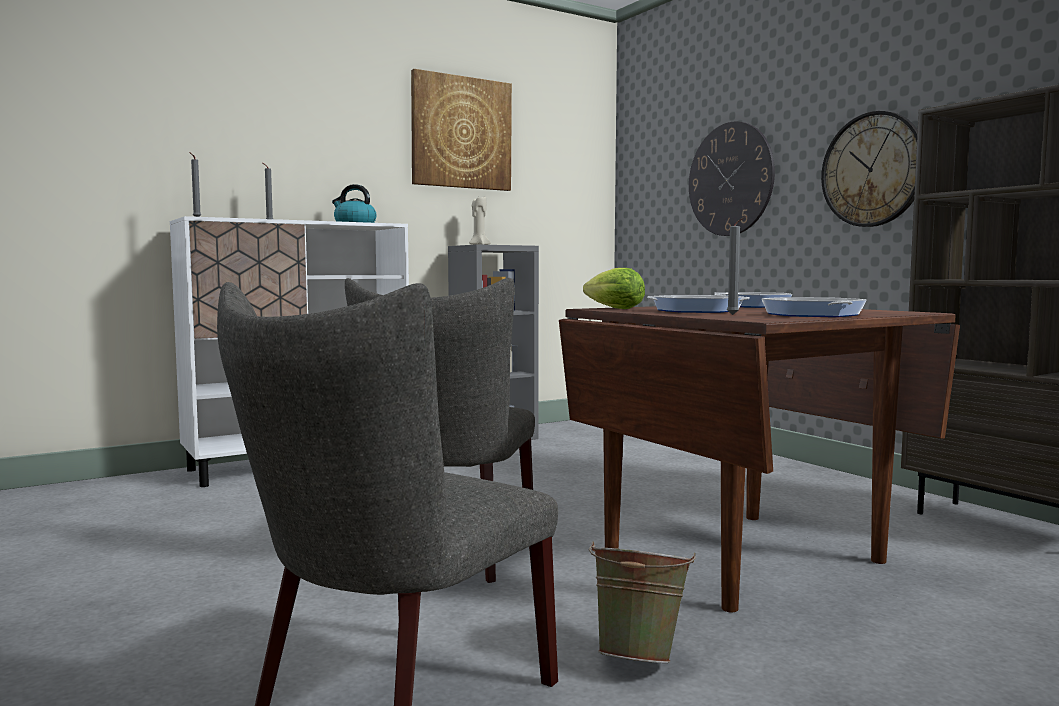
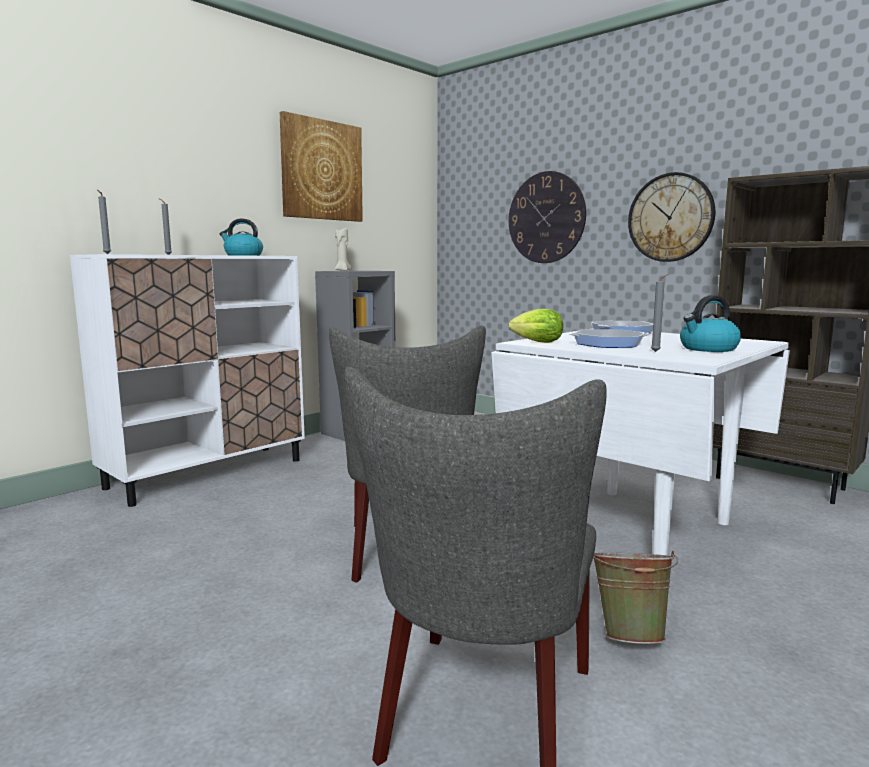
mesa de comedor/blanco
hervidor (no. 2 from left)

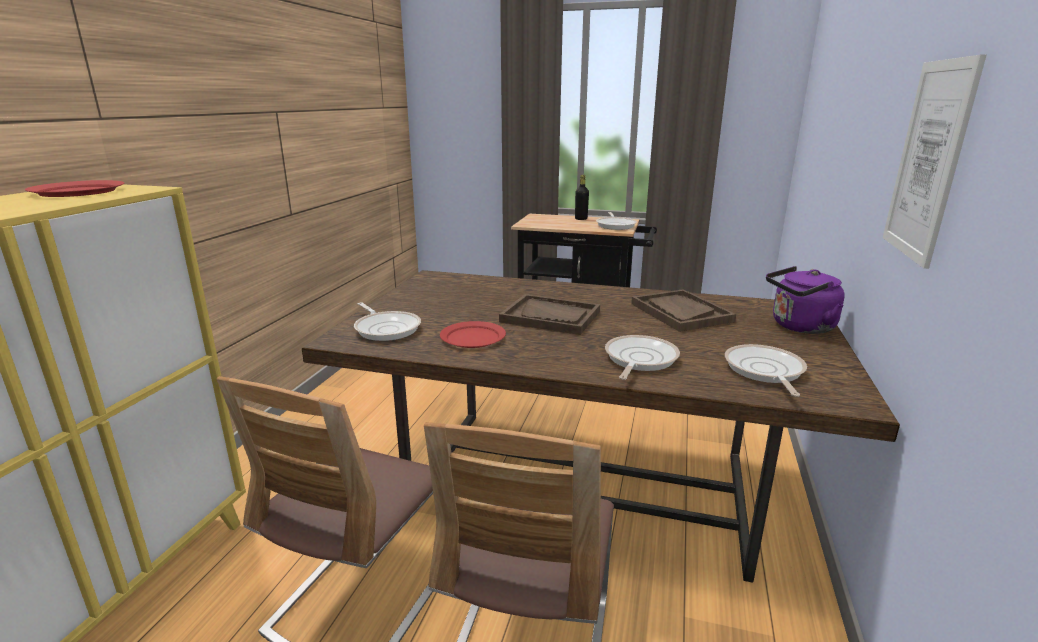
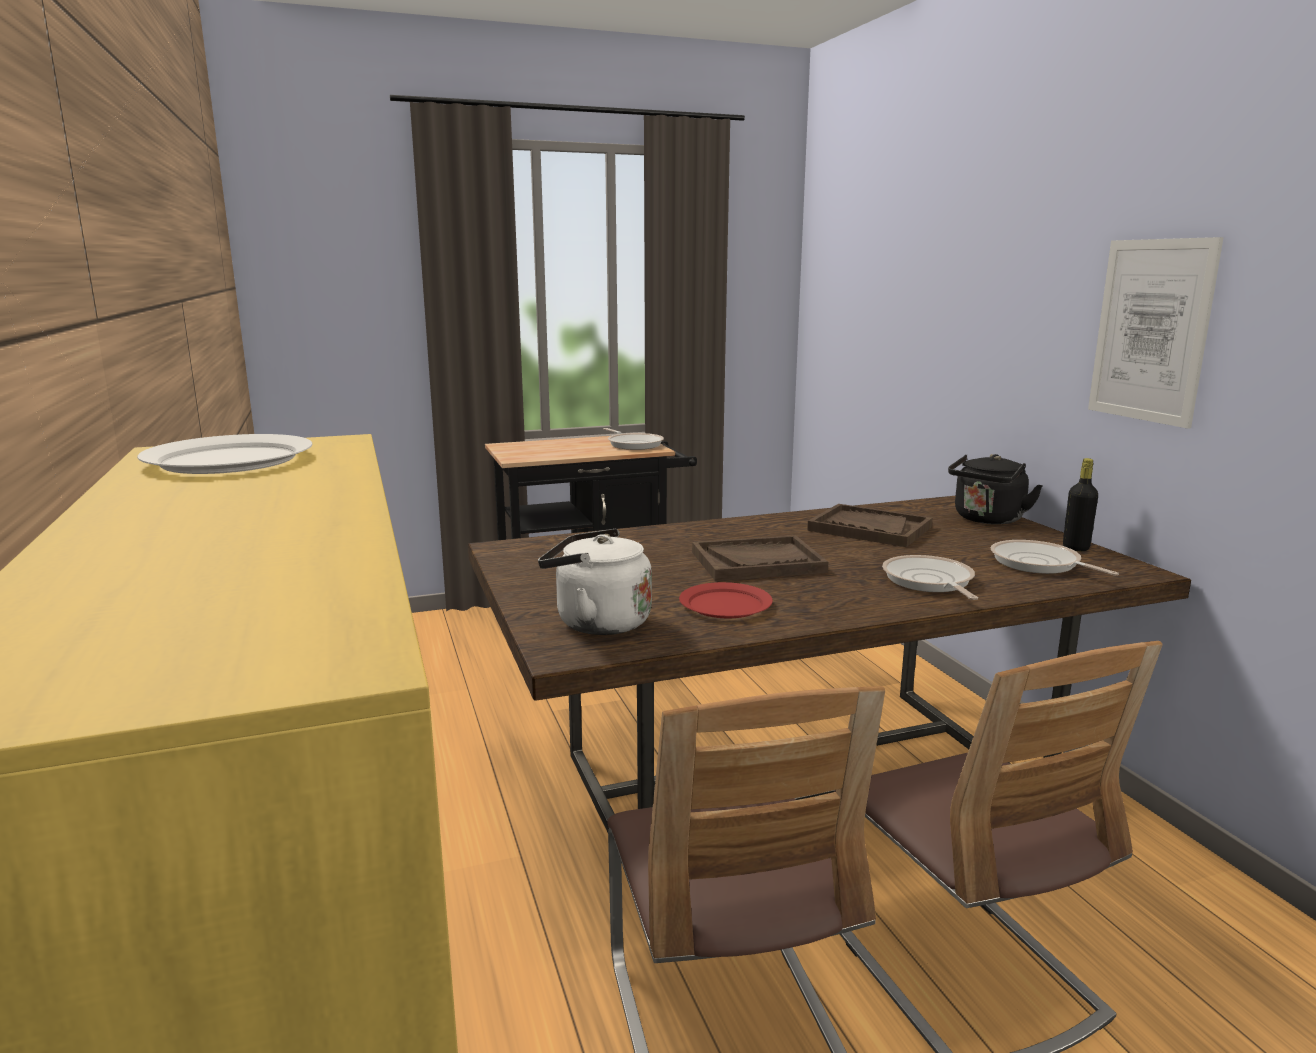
plato/blanco
hervidor/blanco
hervidor/negro
botella/negro

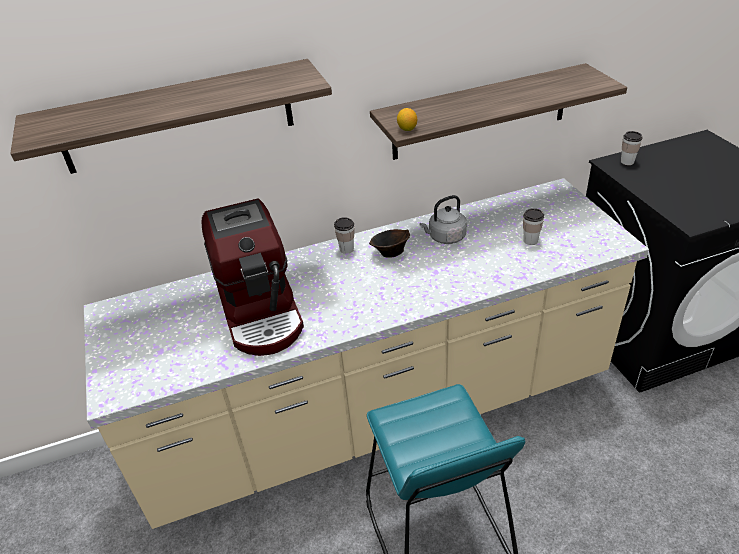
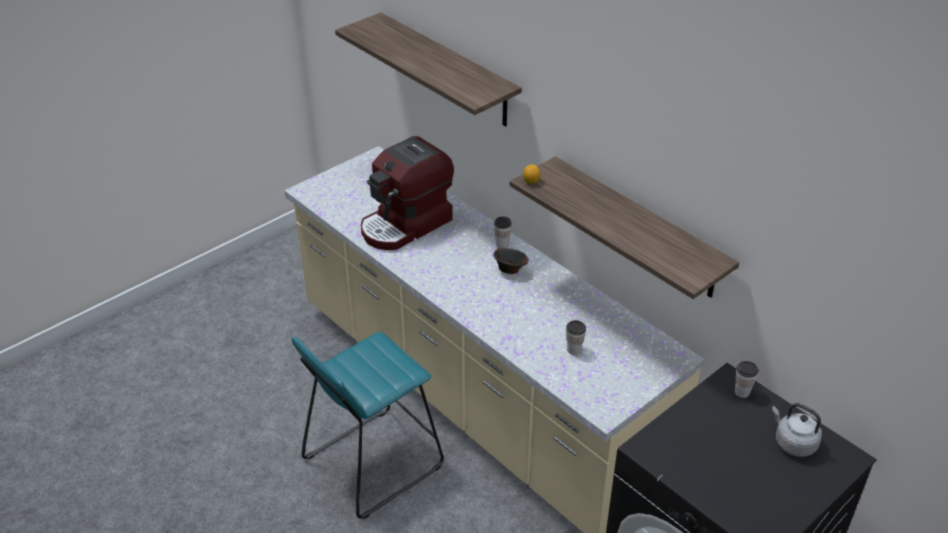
hervidor/gris

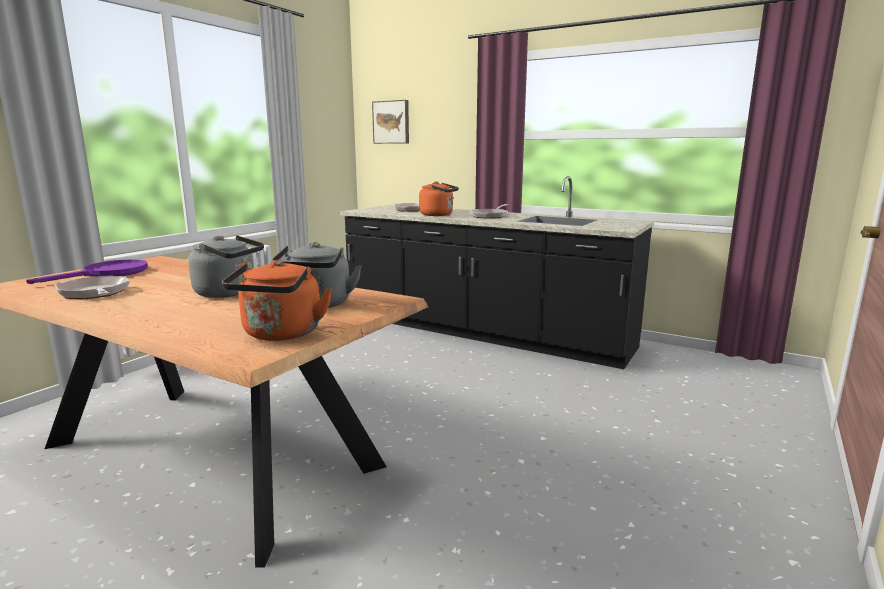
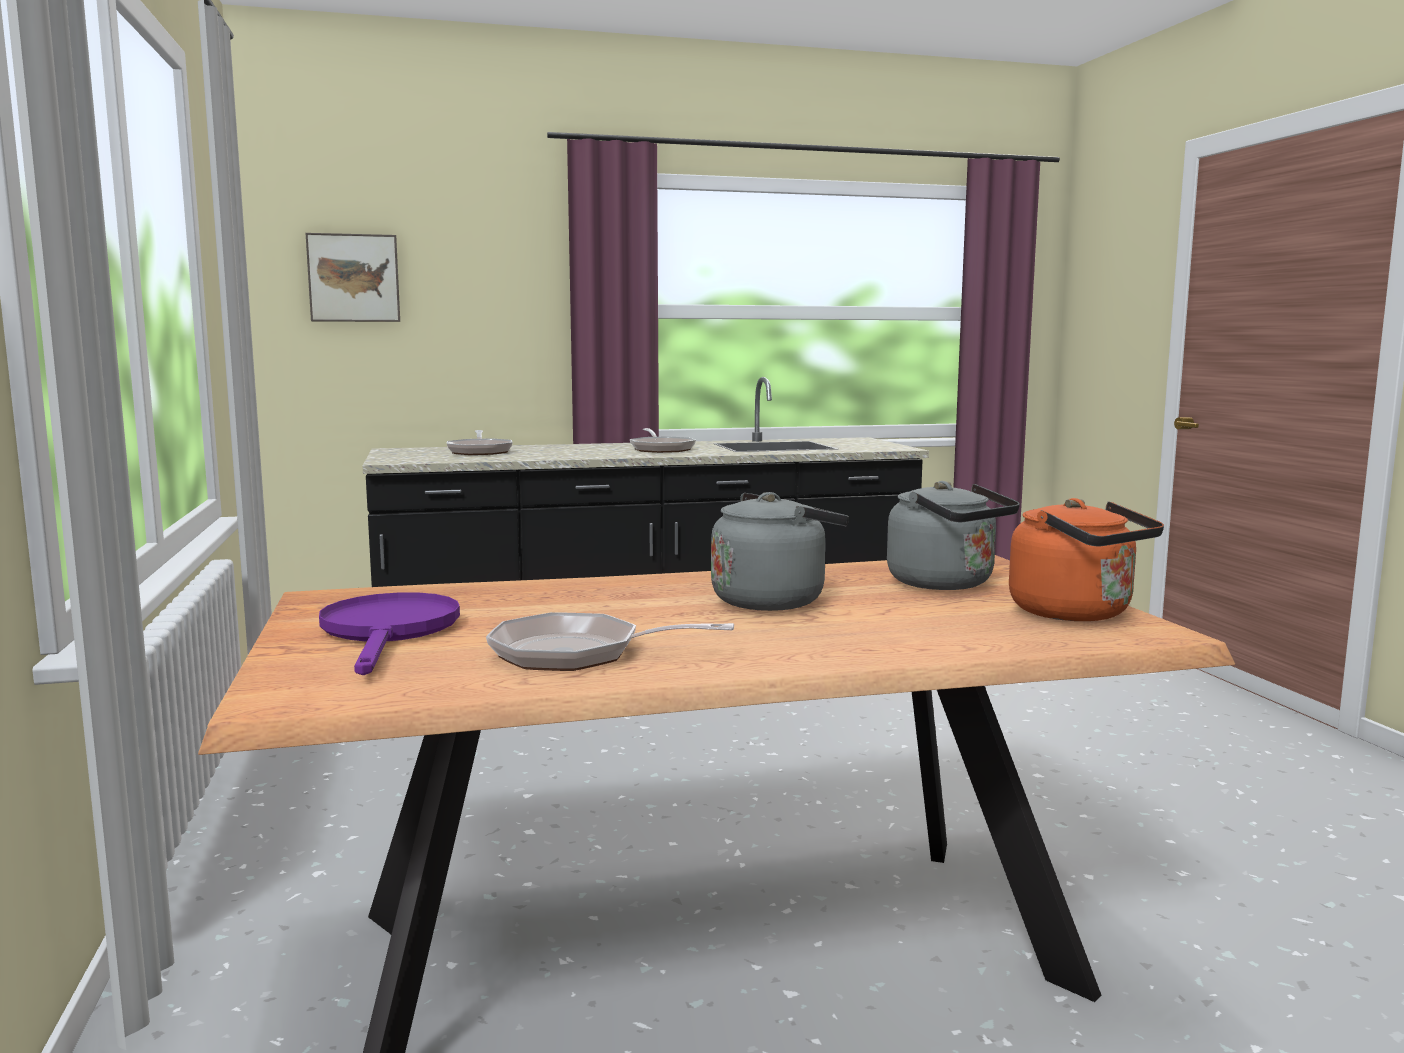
hervidor/naranja (no. 2 from left in the first image)

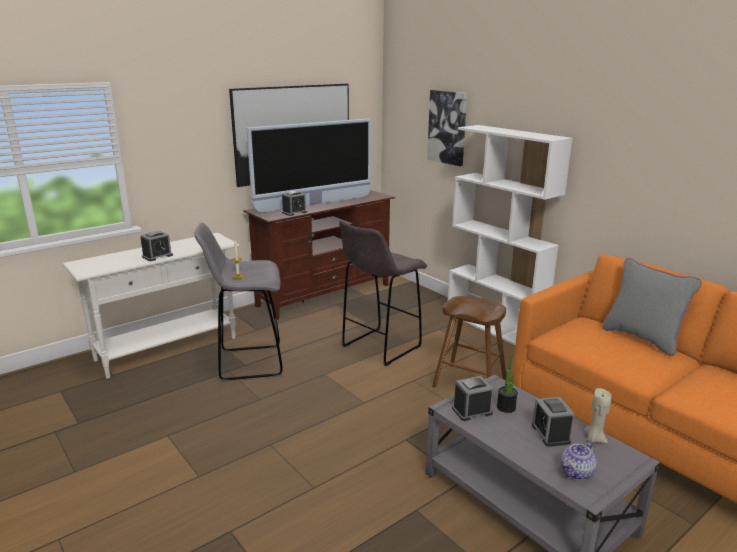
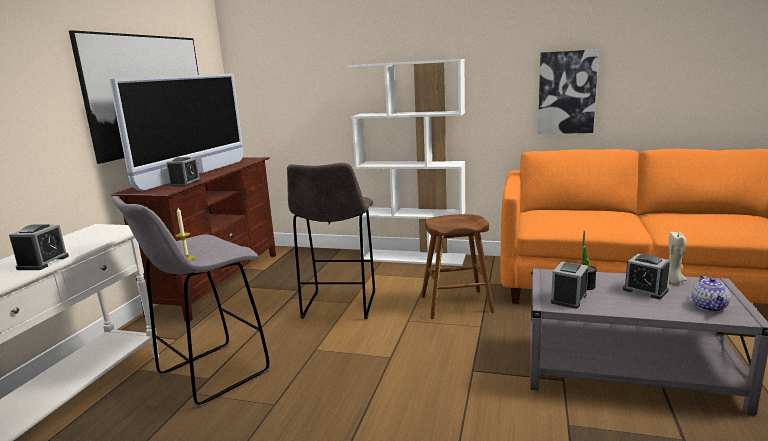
cuadro (no. 2 from left)
cojín/gris

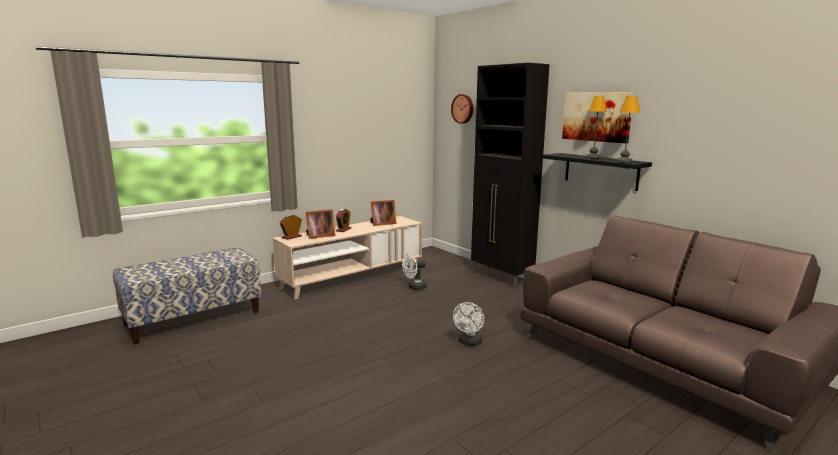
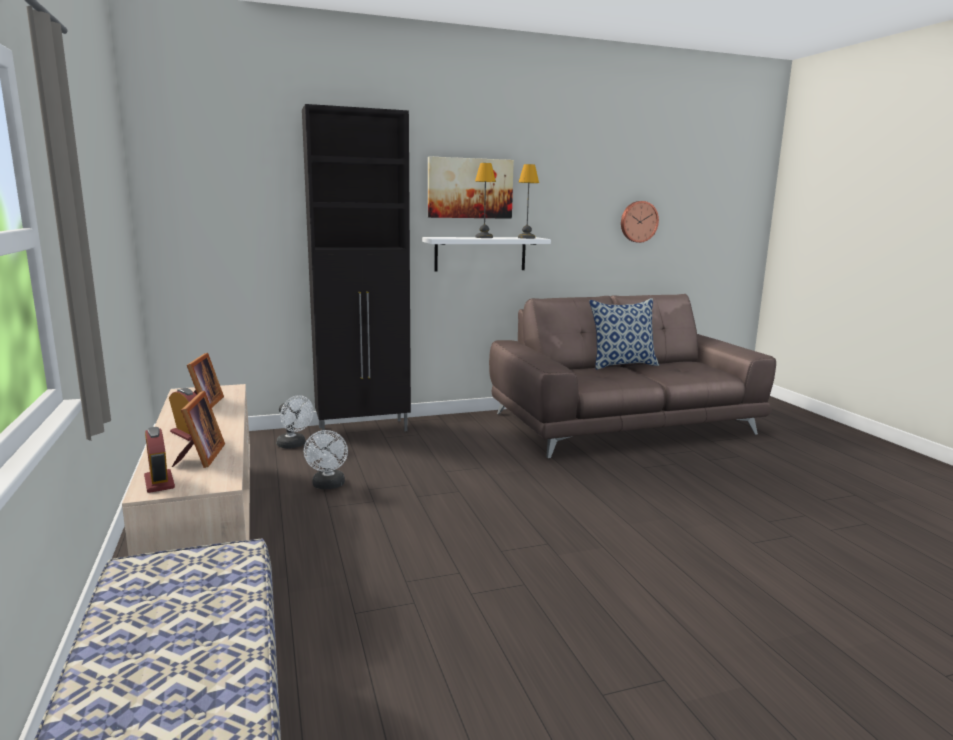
ventilador/blanco (no. 1 from left)
estante/blanco
cojín
reloj de pared

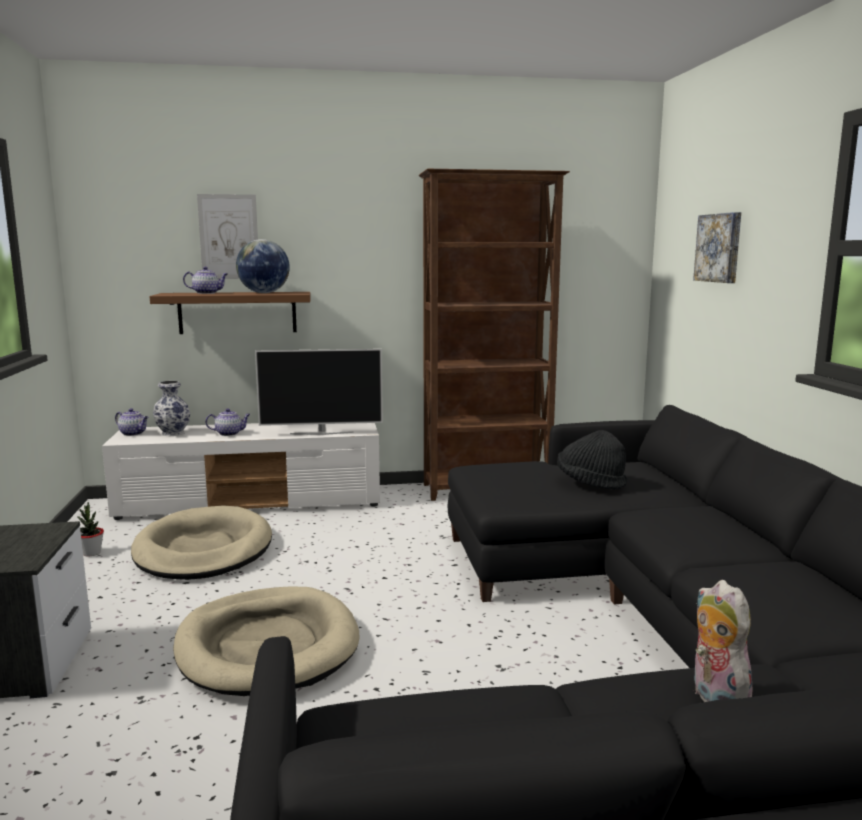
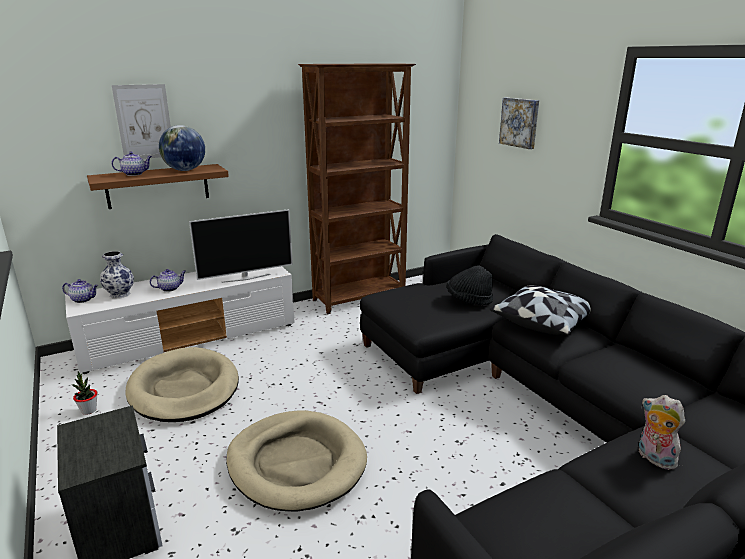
cojín

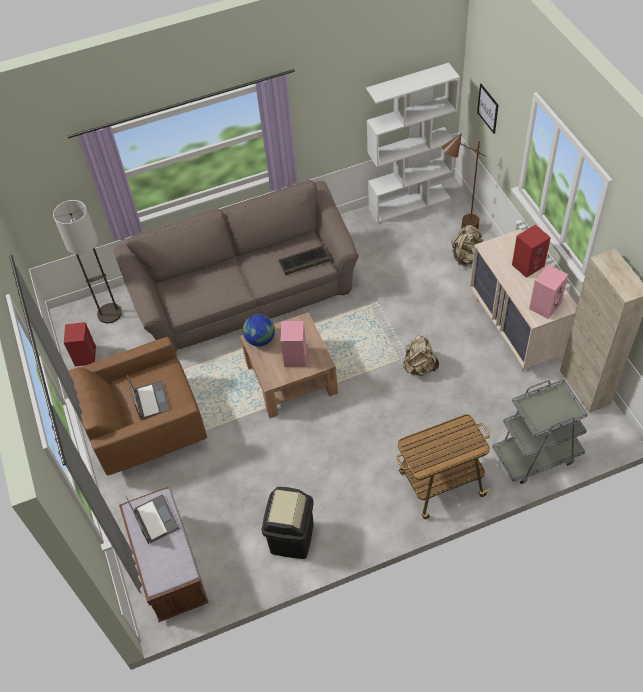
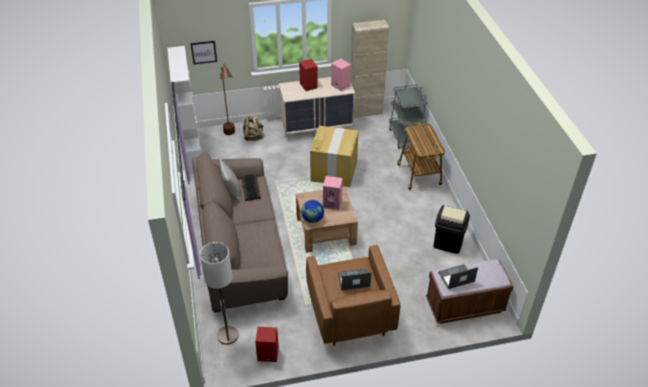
cojín/gris
caja de cartón

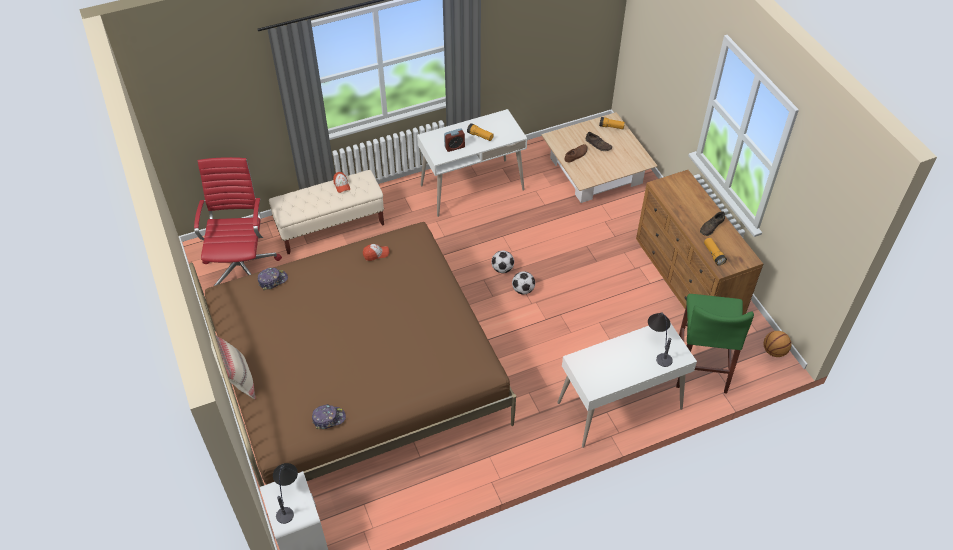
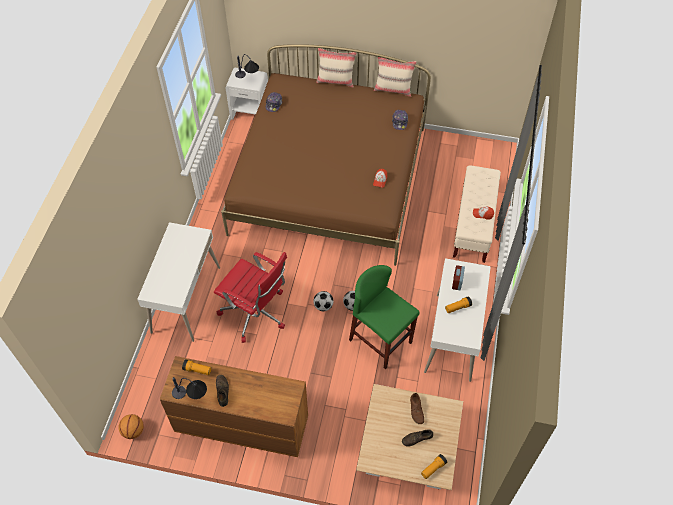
lámpara de mesa (no. 1 from left)
silla de oficina/rojo
taburete/verde
cojín/beis (no. 2 from left)

